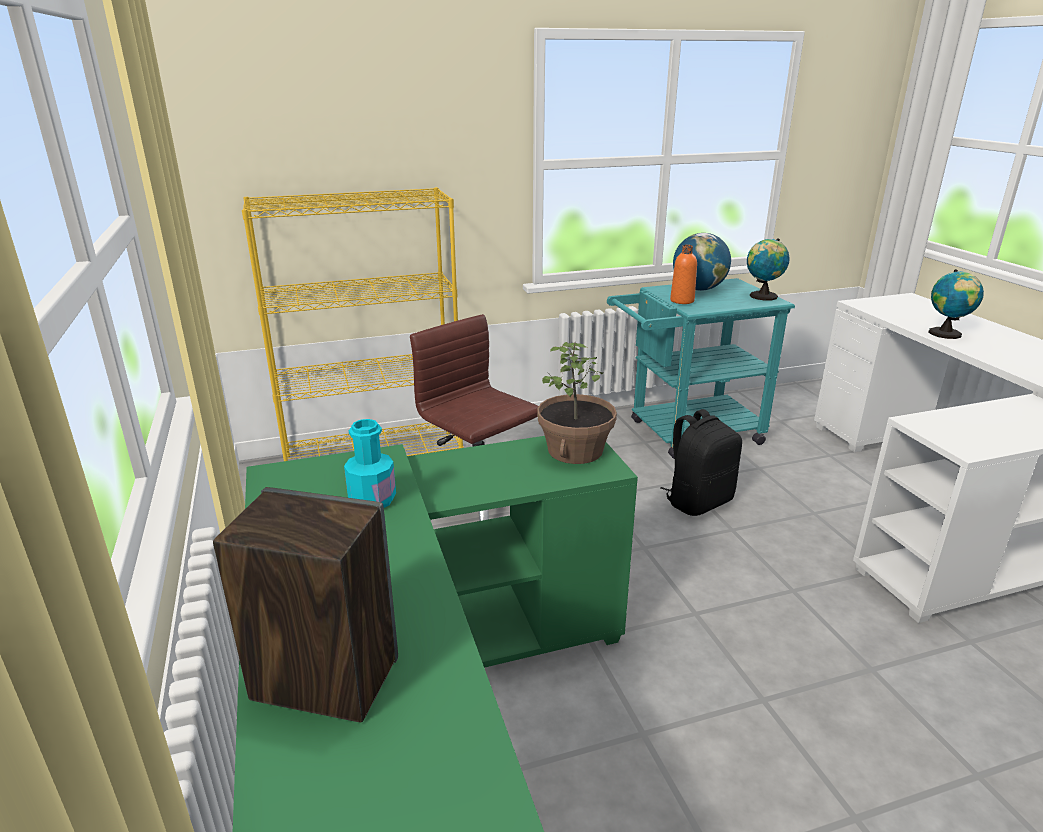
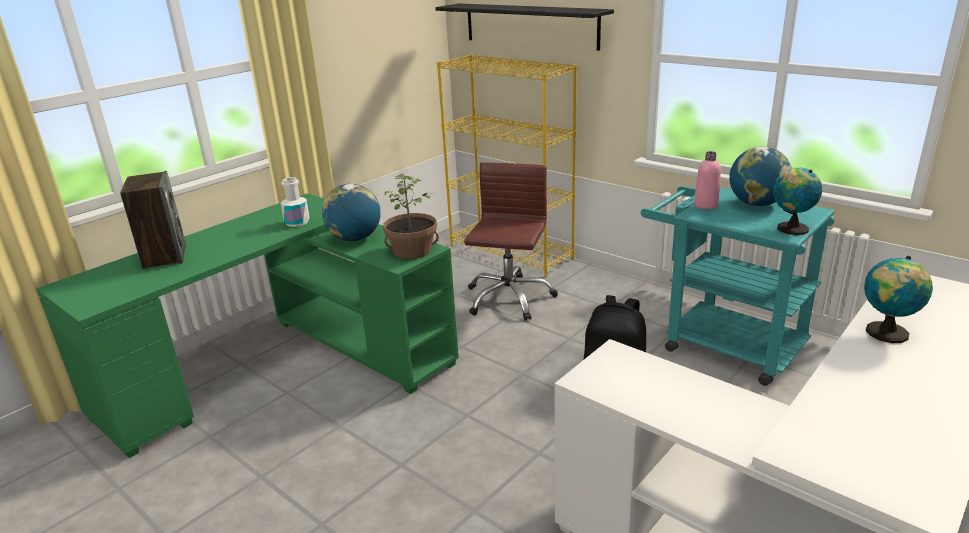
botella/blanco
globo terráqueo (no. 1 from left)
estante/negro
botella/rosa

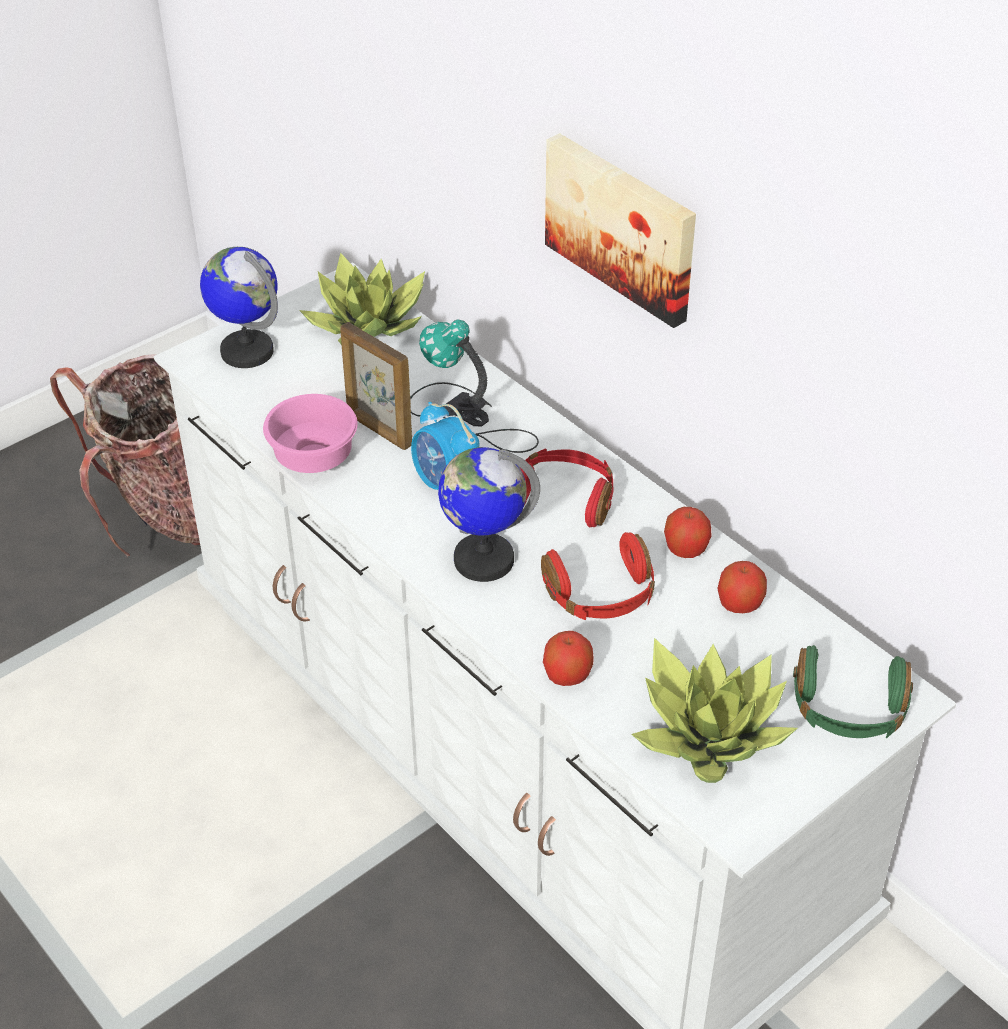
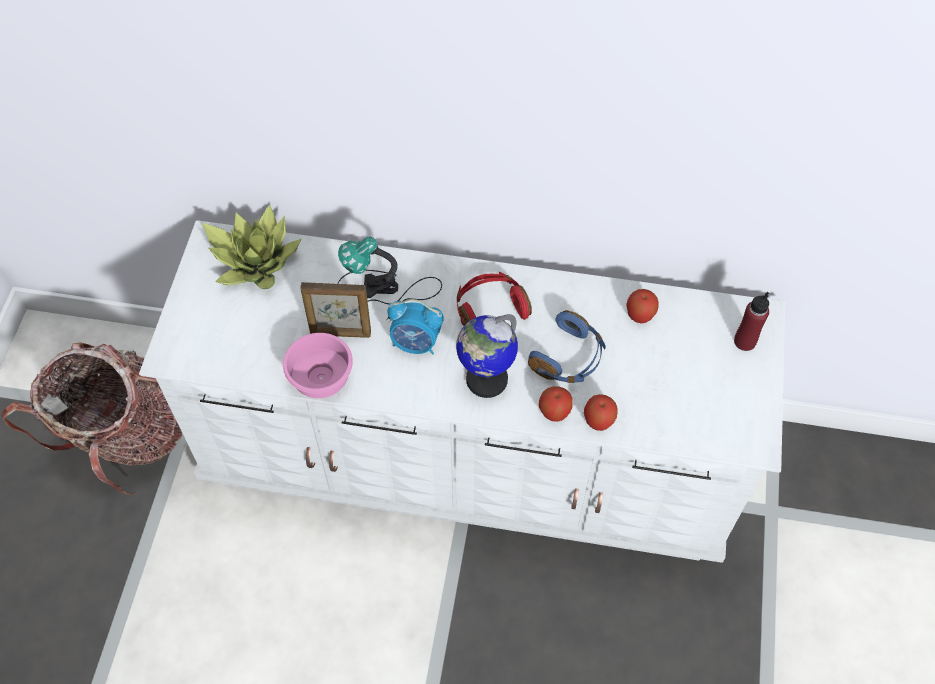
auriculares/azul
manzana (no. 1 from left)
botella/rojo
globo terráqueo (no. 1 from left in the first image)
cuadro
planta en maceta (no. 2 from left in the first image)

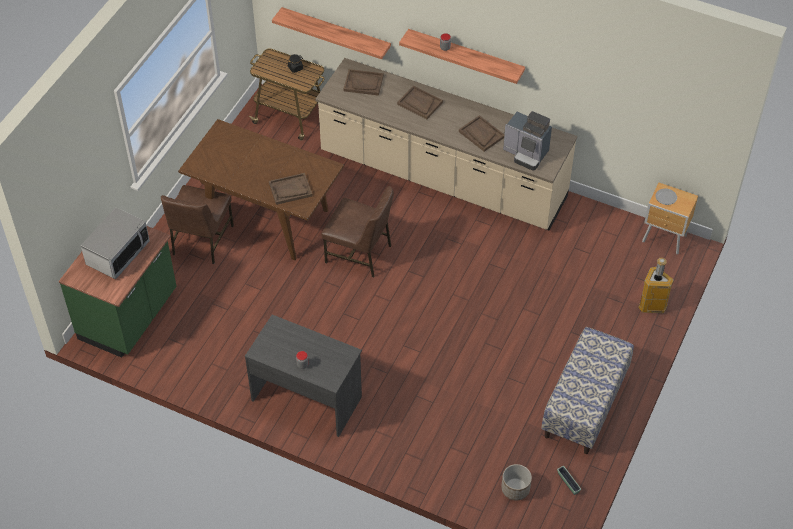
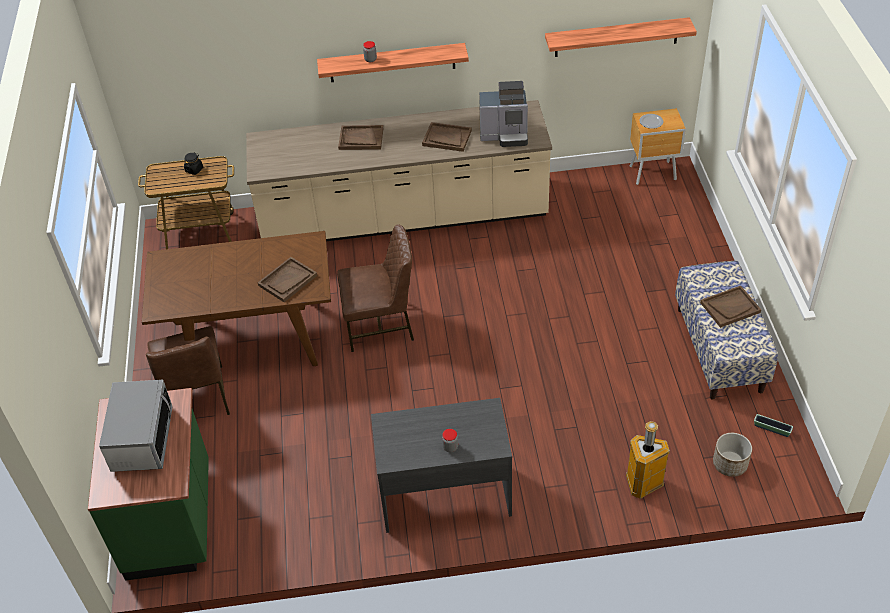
estante (no. 2 from left)
papelera
bandeja/marrón (no. 4 from left)

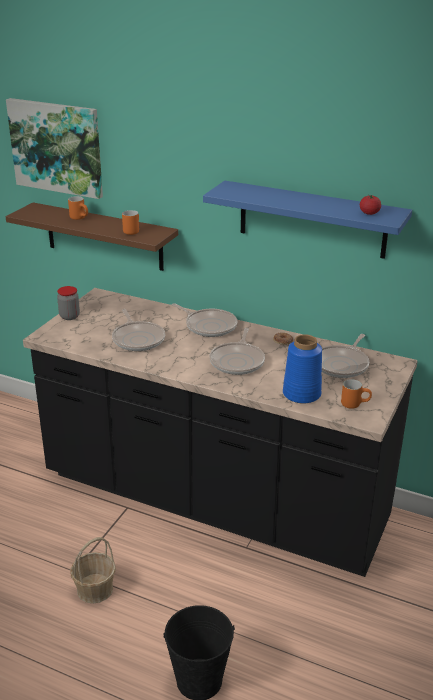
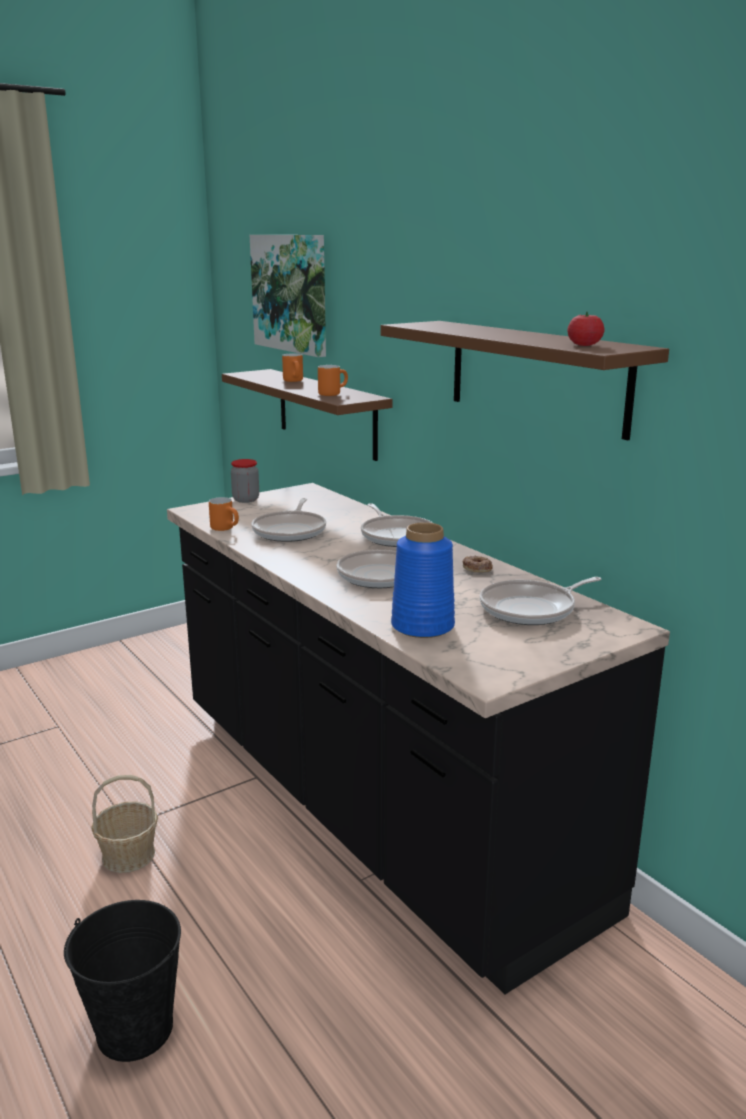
taza grande/naranja (no. 1 from left)
estante/marrón (no. 2 from left)

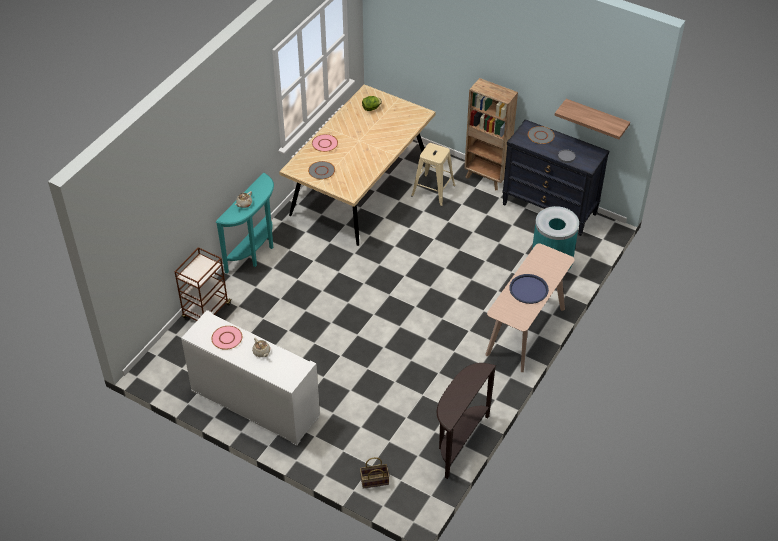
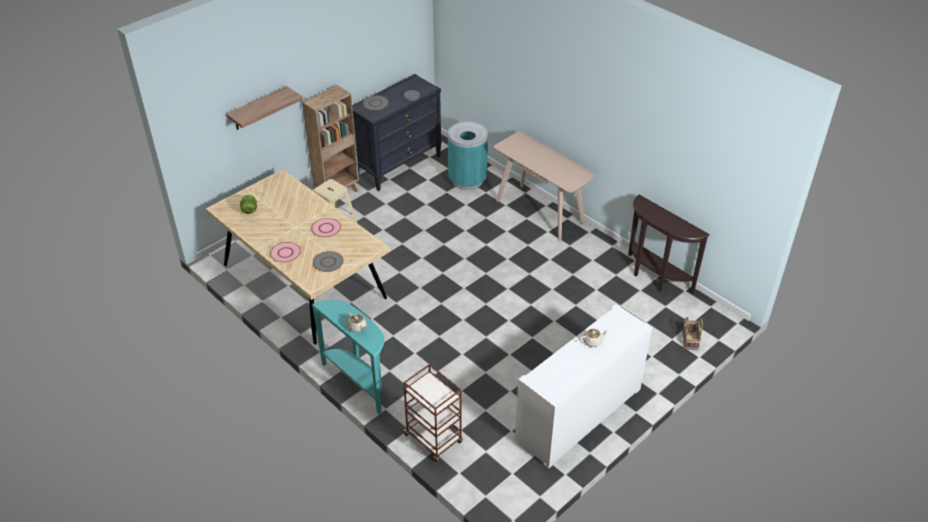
estante
plato/rosa (no. 2 from left)
bandeja/azul

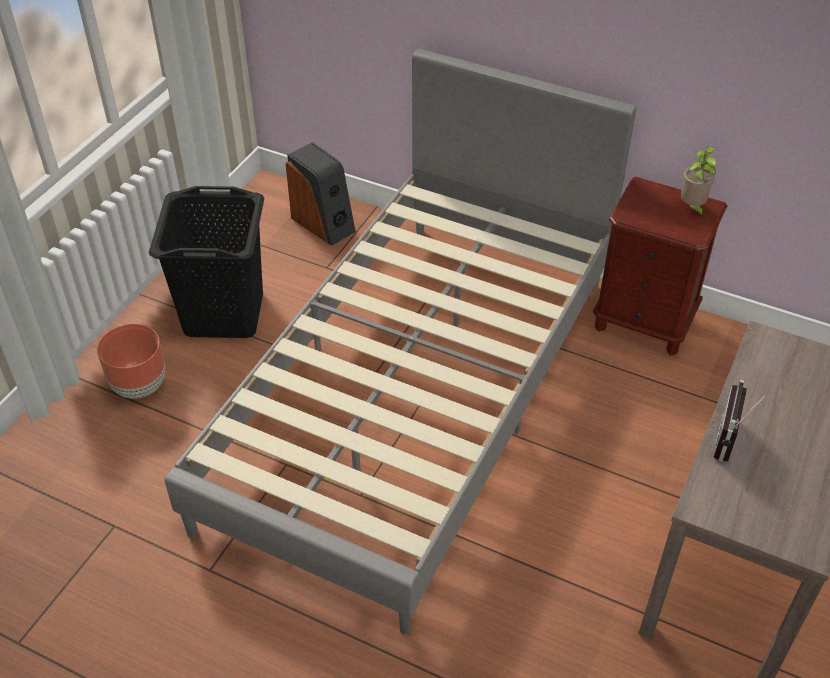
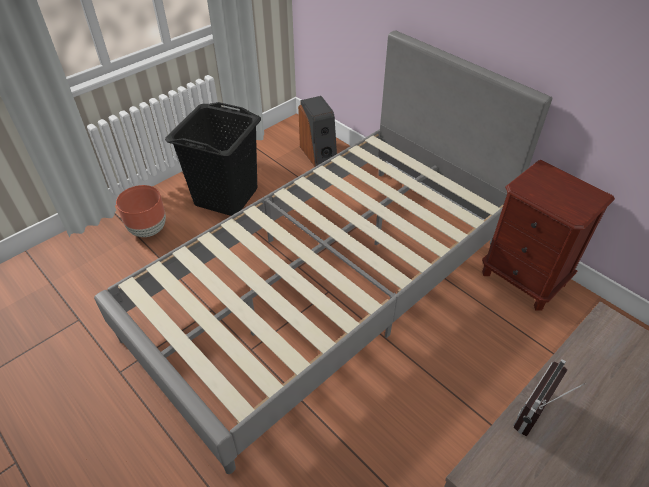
planta en maceta

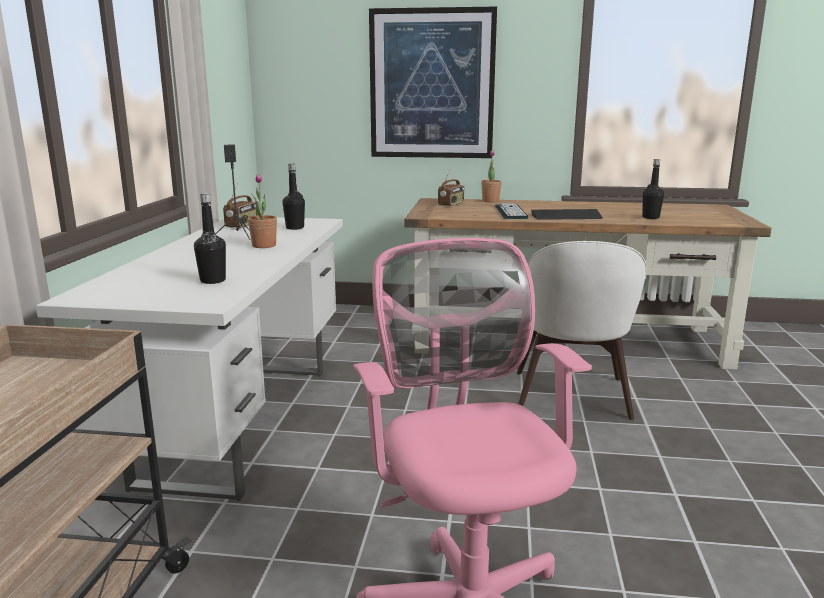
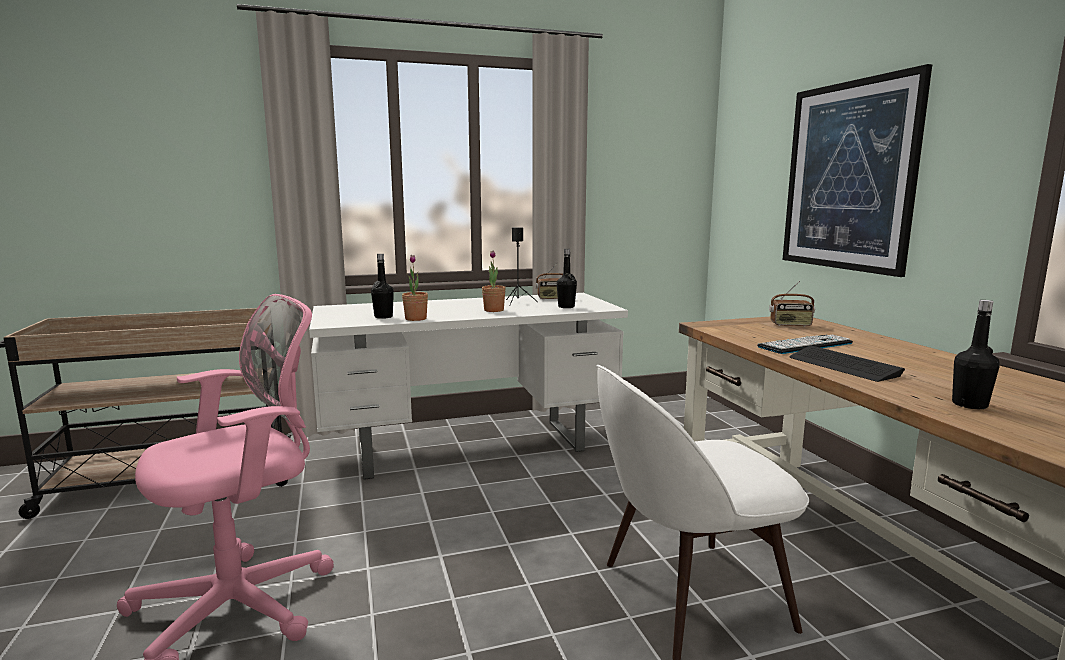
planta en maceta (no. 1 from left)

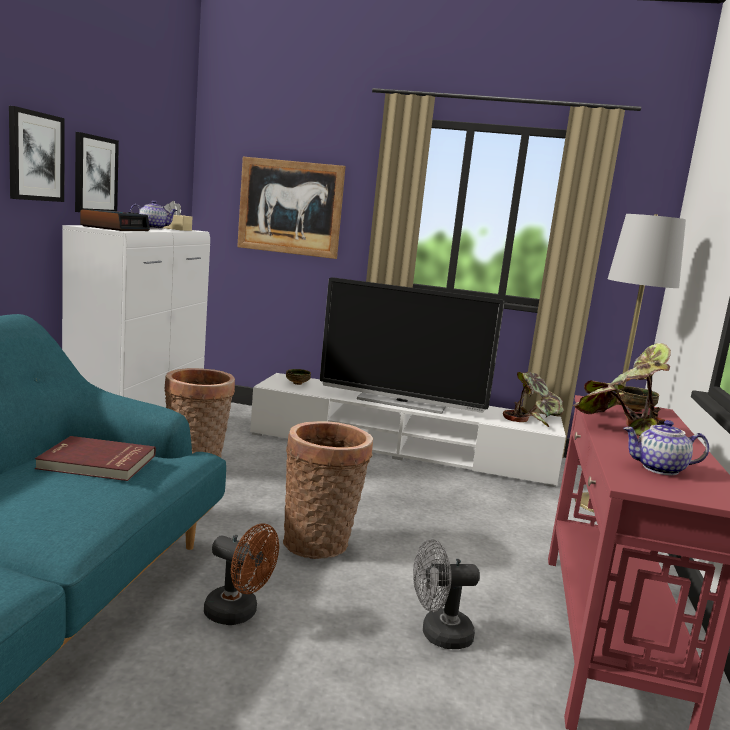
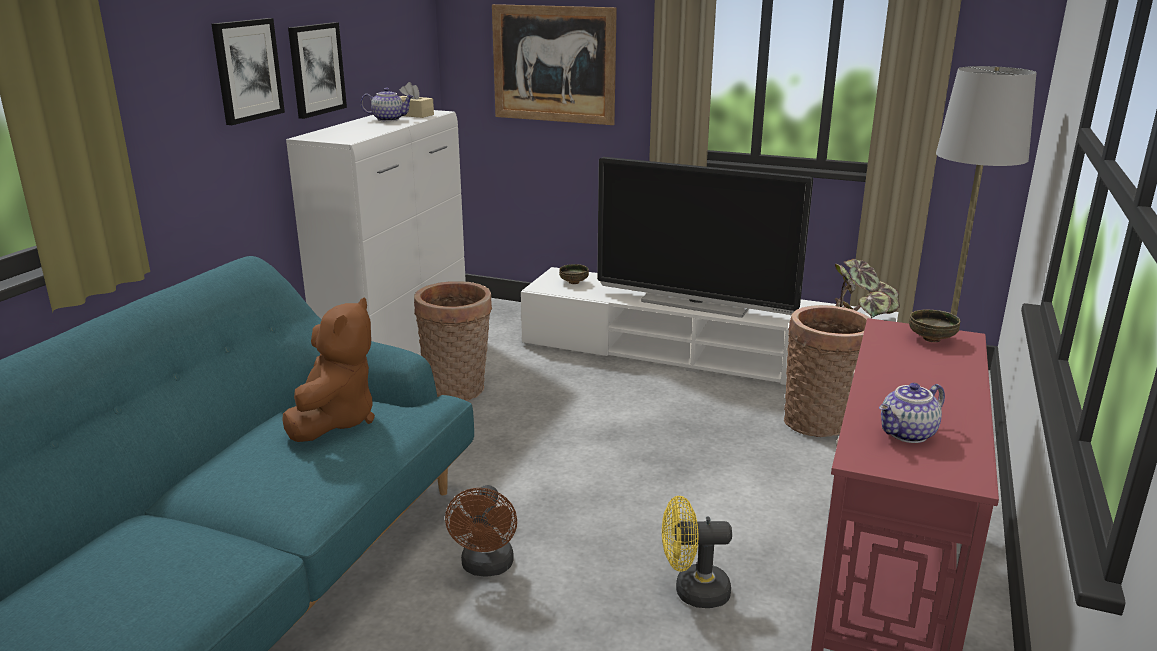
peluche/marrón
ventilador/marrón
ventilador/amarillo
cesta (no. 2 from left)
tetera (no. 2 from left)
despertador
planta en maceta (no. 2 from left in the first image)

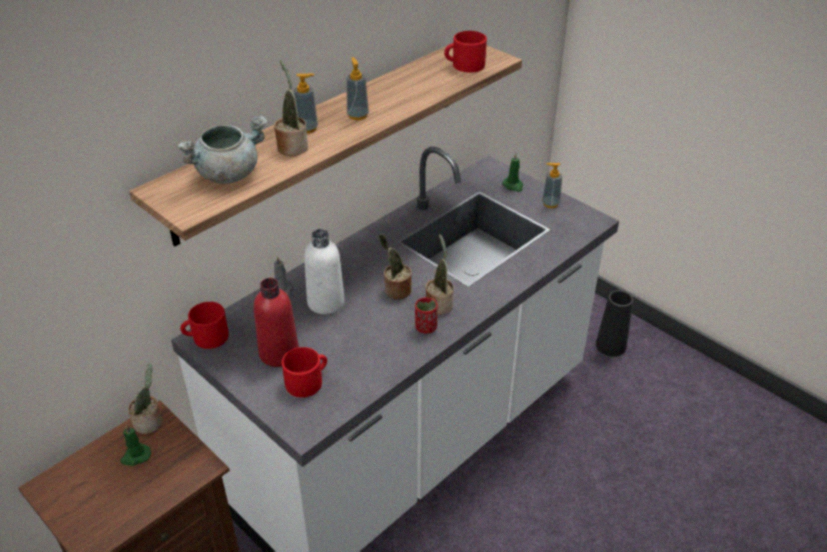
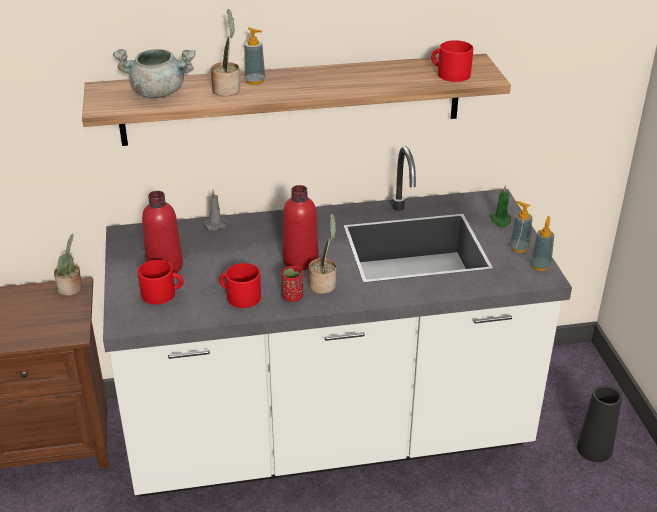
taza grande/rojo (no. 2 from left)
botella/rojo (no. 2 from left)
dispensador de jabón (no. 3 from left)
vela/verde (no. 1 from left in the first image)
botella/blanco

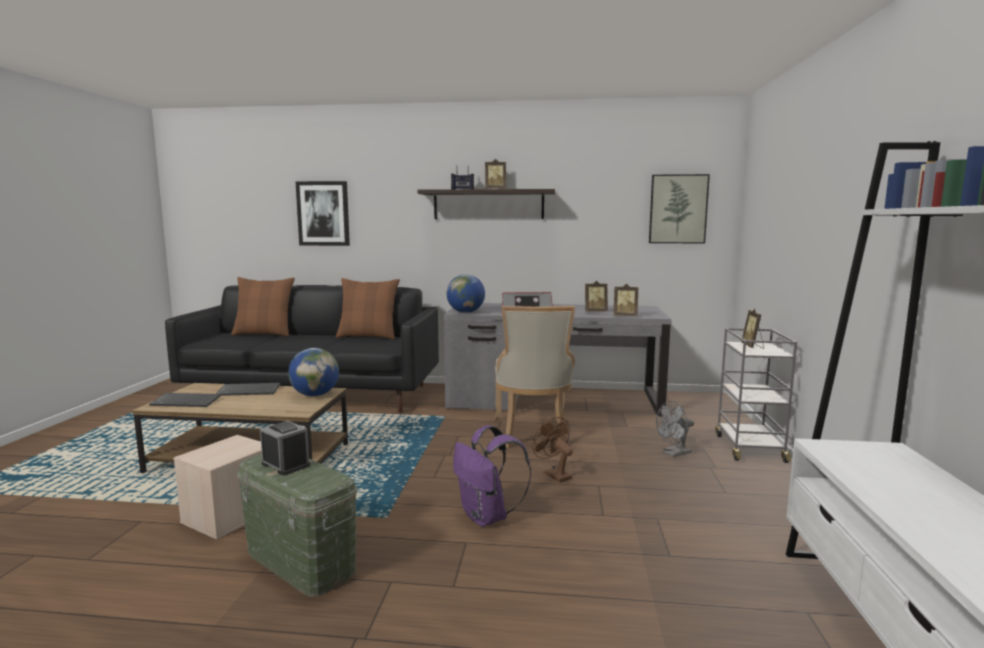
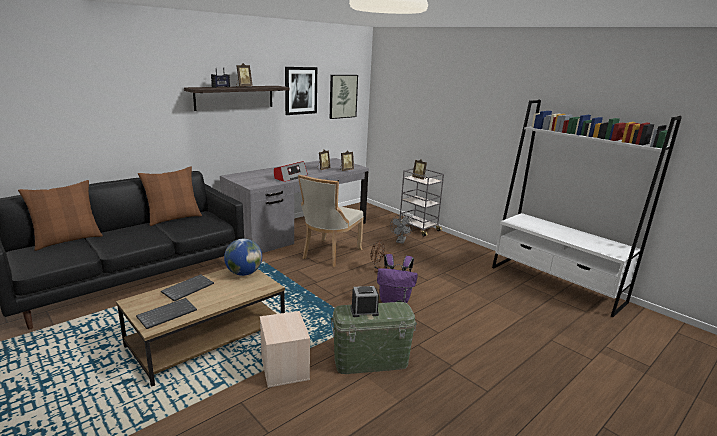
cuadro (no. 1 from left)
silla/beis
globo terráqueo (no. 2 from left in the first image)

